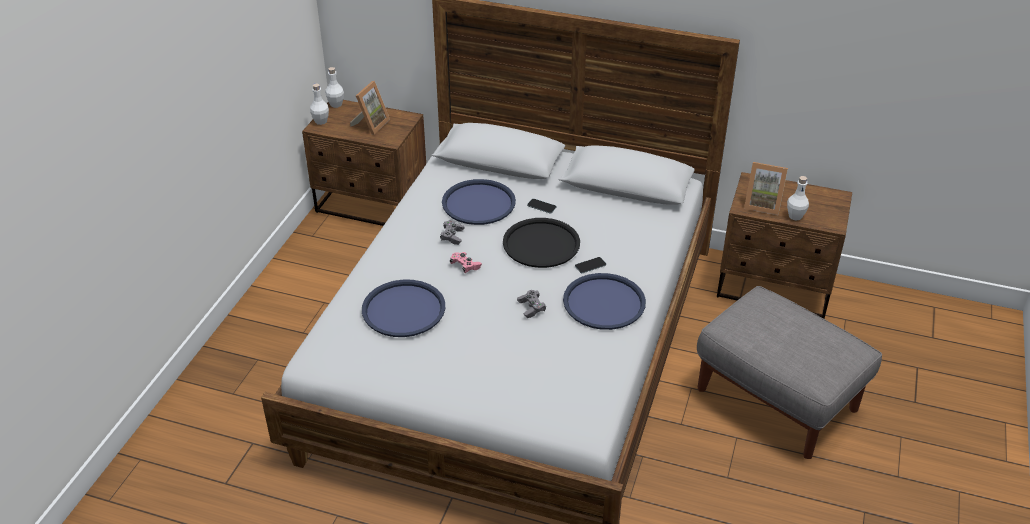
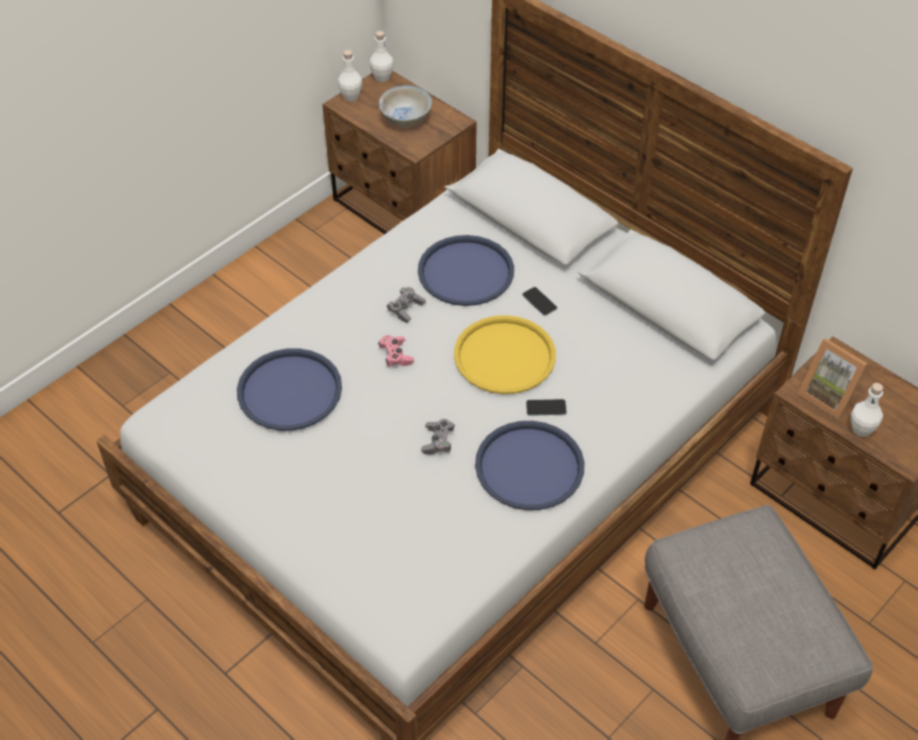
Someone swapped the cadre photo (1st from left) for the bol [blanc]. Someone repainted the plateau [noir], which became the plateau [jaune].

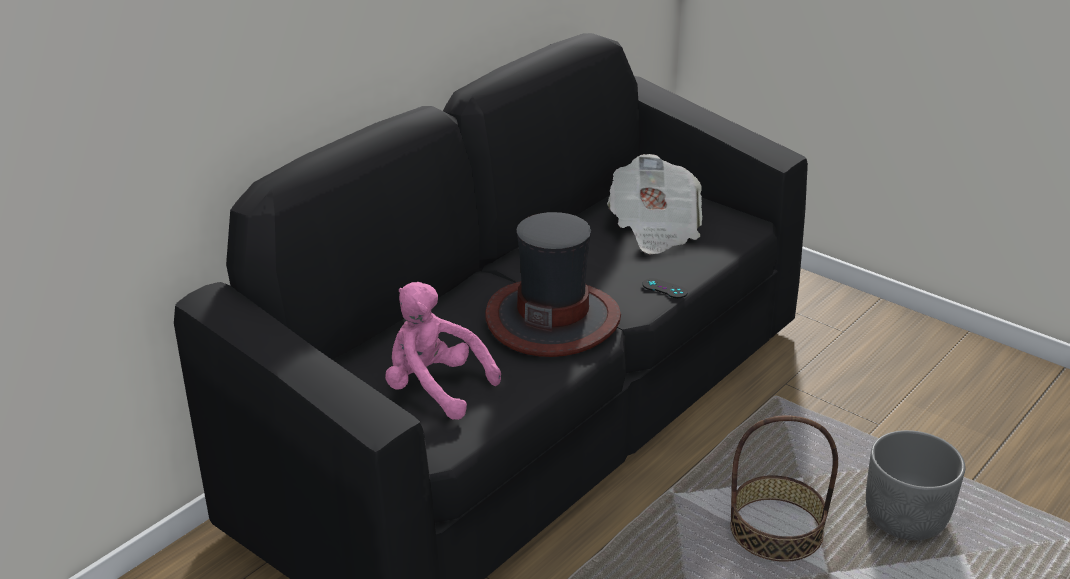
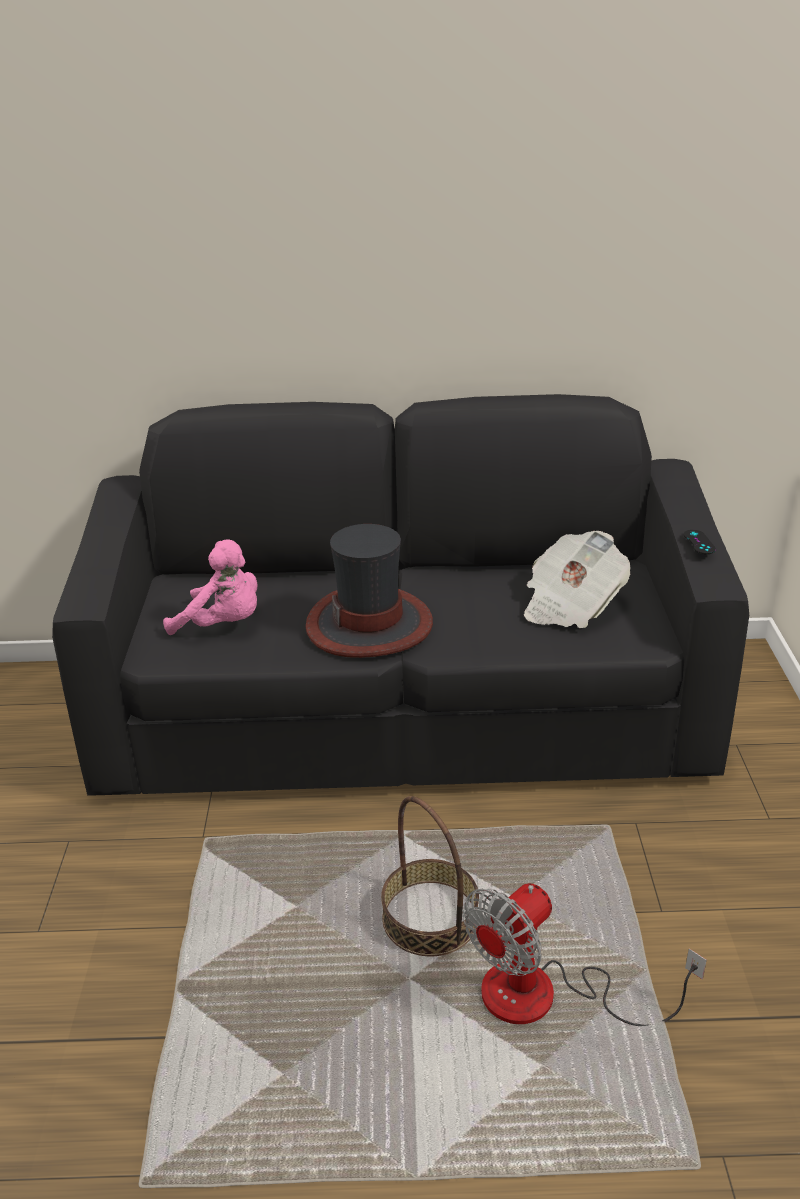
Someone carried the manette [noir]. Someone swapped the cache-pot [gris] for the ventilateur. Someone rotated the peluche [rose] by 120 degrees clockwise.

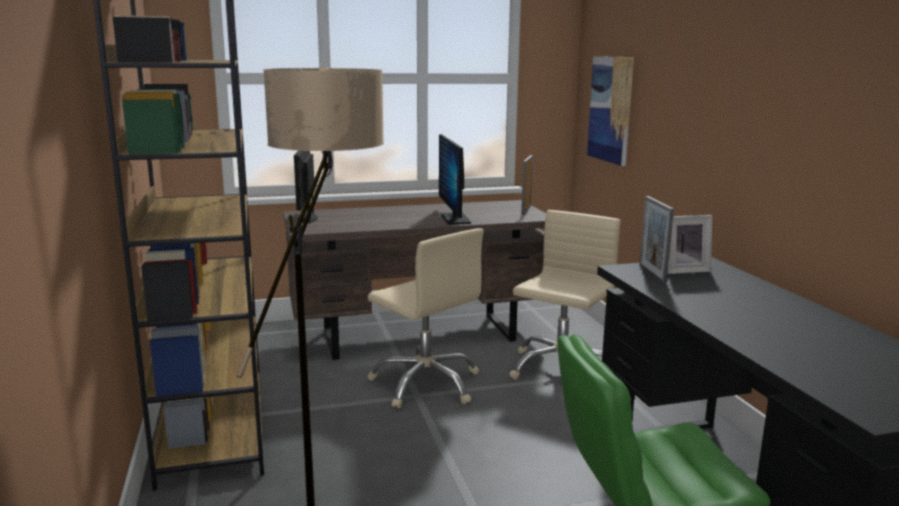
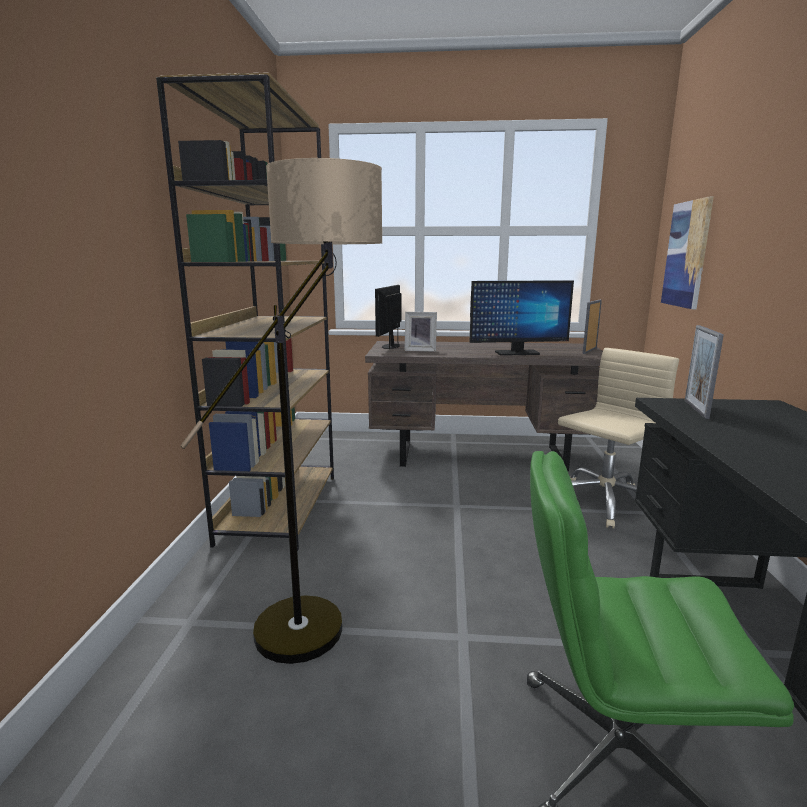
Someone took away the chaise de bureau [beige] (1st from left). Someone carried the cadre photo (3rd from left in the first image). Someone rotated the écran d'ordinateur (2nd from left) by 105 degrees counterclockwise.

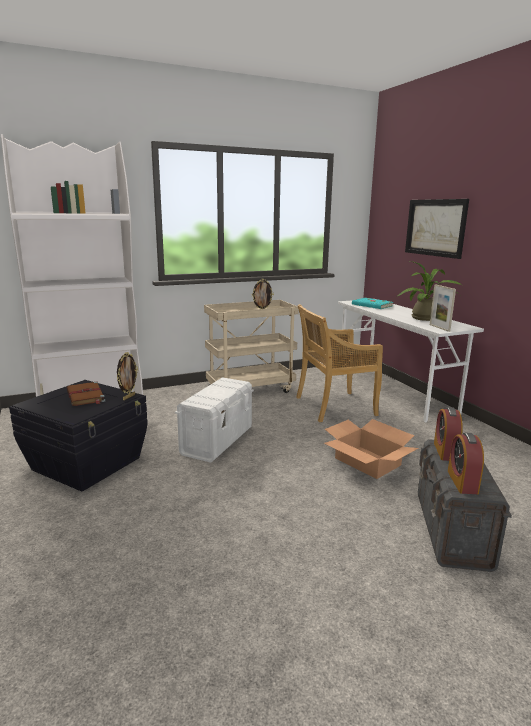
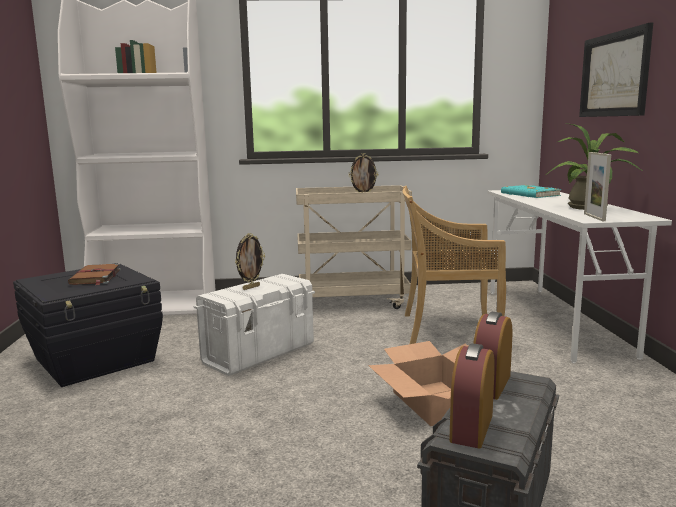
Someone carried the cadre photo (1st from left).

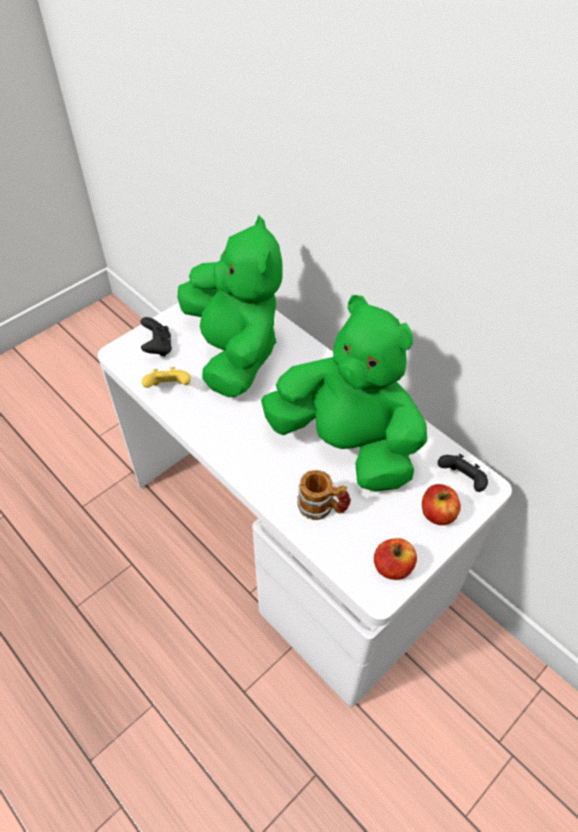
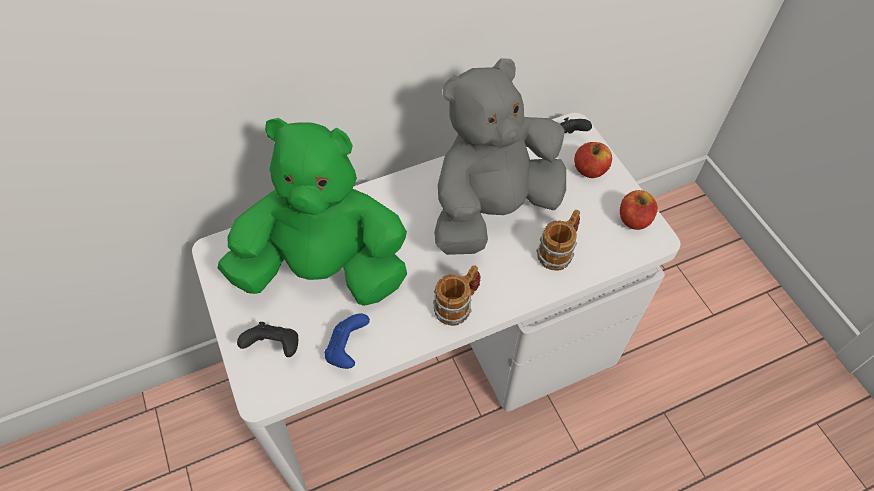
Someone put down the mug (1st from left). Someone repainted the manette [jaune], which became the manette [bleu]. Someone repainted the peluche [vert] (2nd from left), which became the peluche [gris].

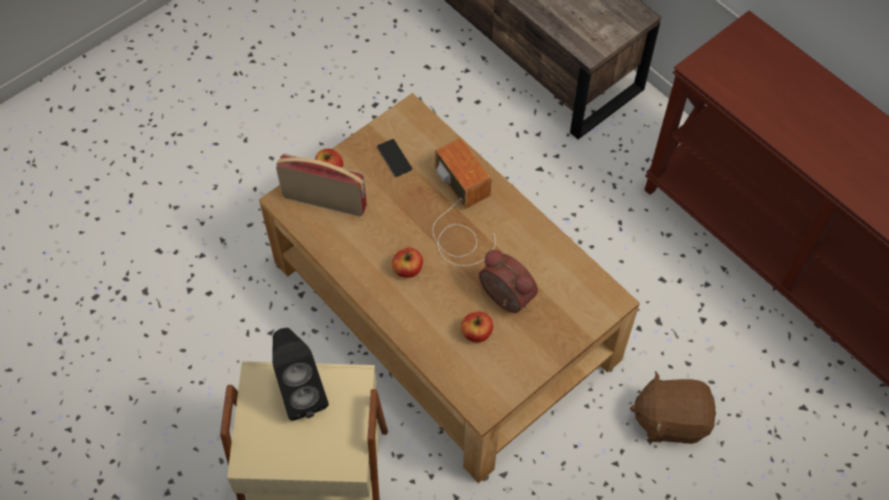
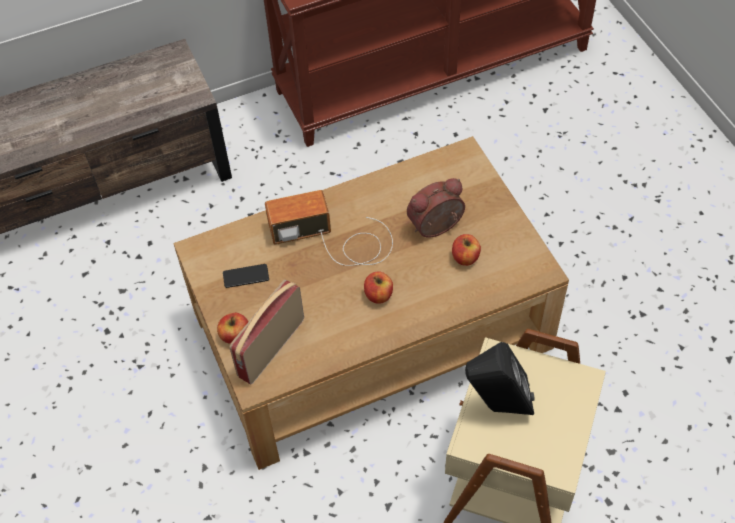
Someone took away the peluche [marron].

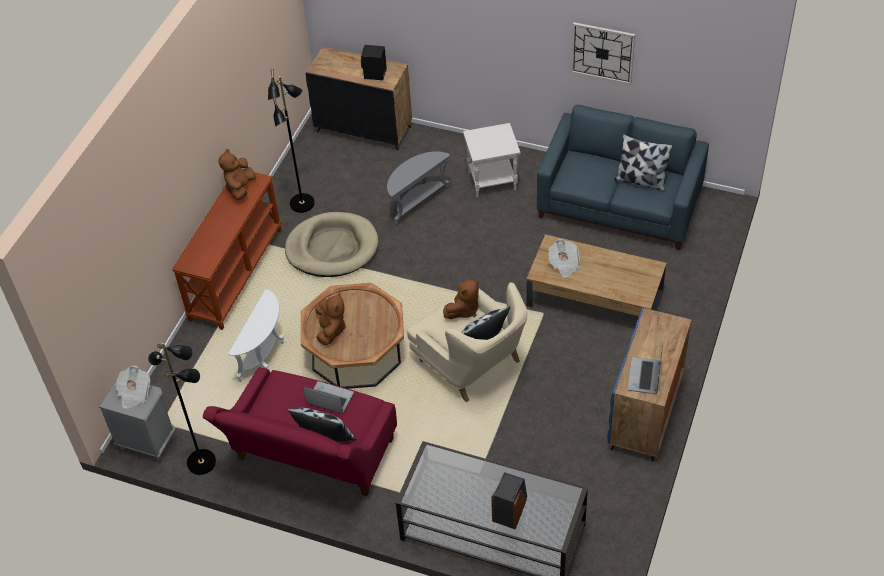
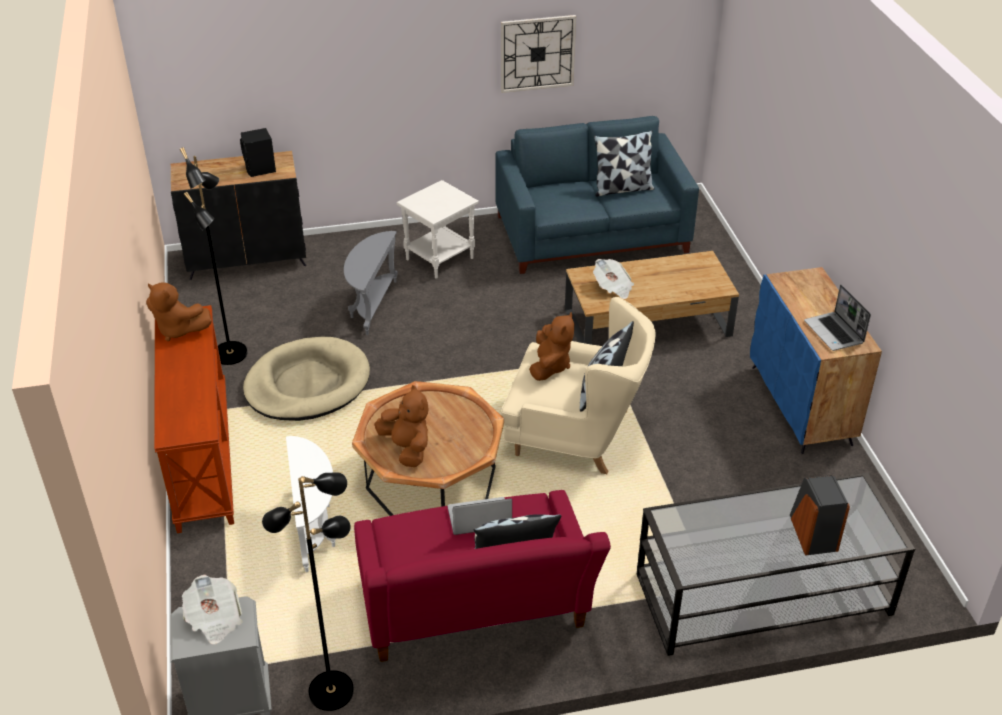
Someone rotated the peluche [marron] (1st from left) by 45 degrees counterclockwise.

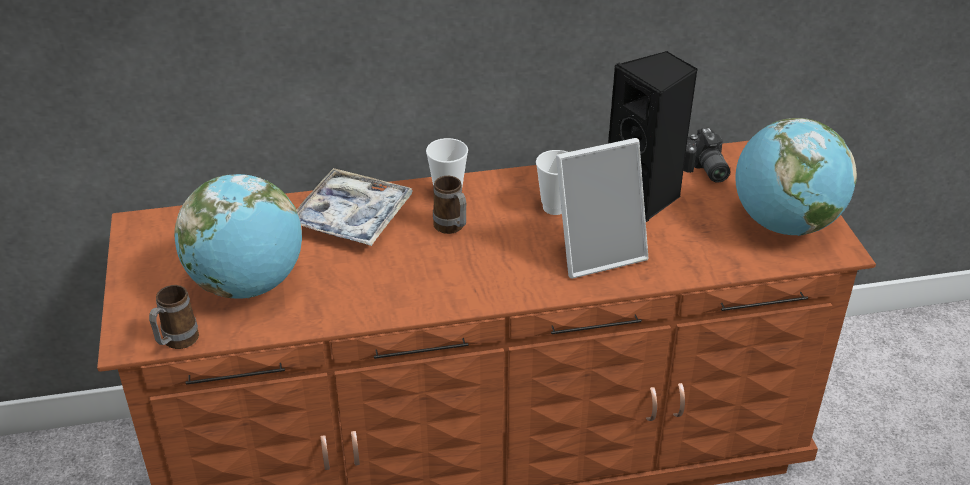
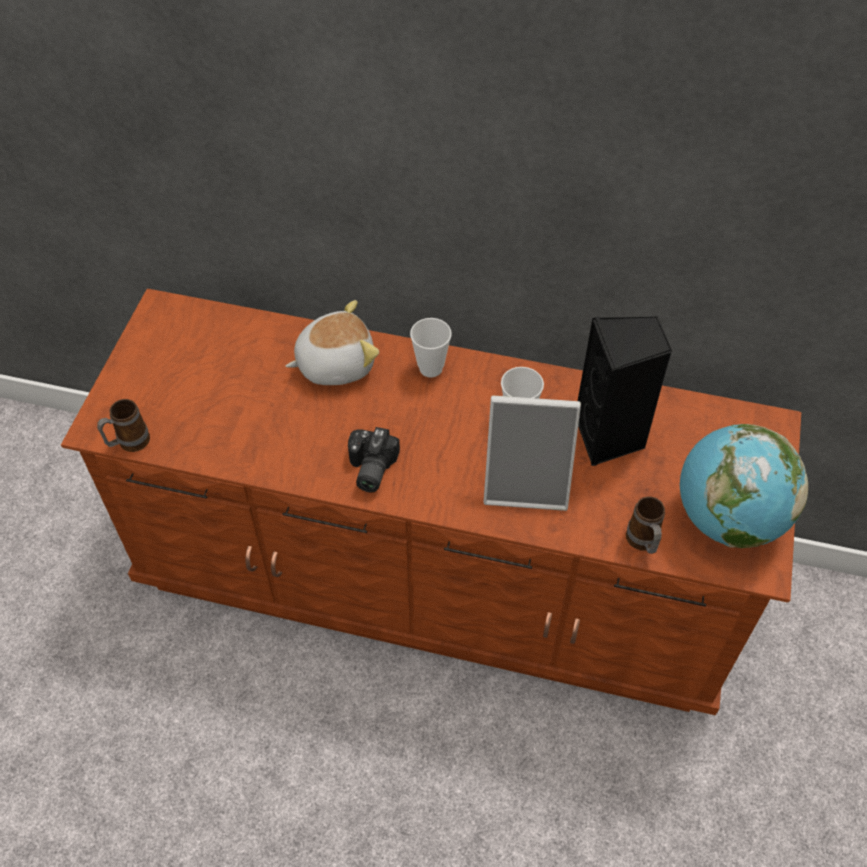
Someone took away the globe (1st from left). Someone carried the mug (2nd from left). Someone carried the appareil photo. Someone swapped the plateau for the peluche.

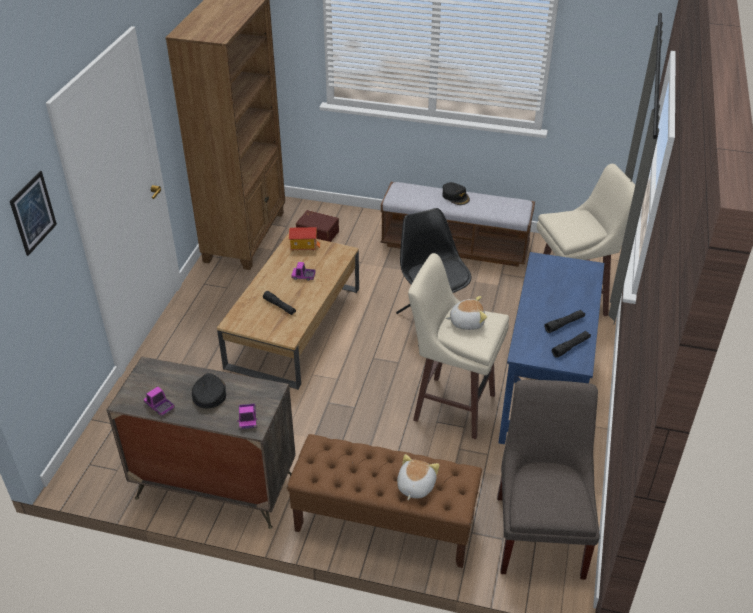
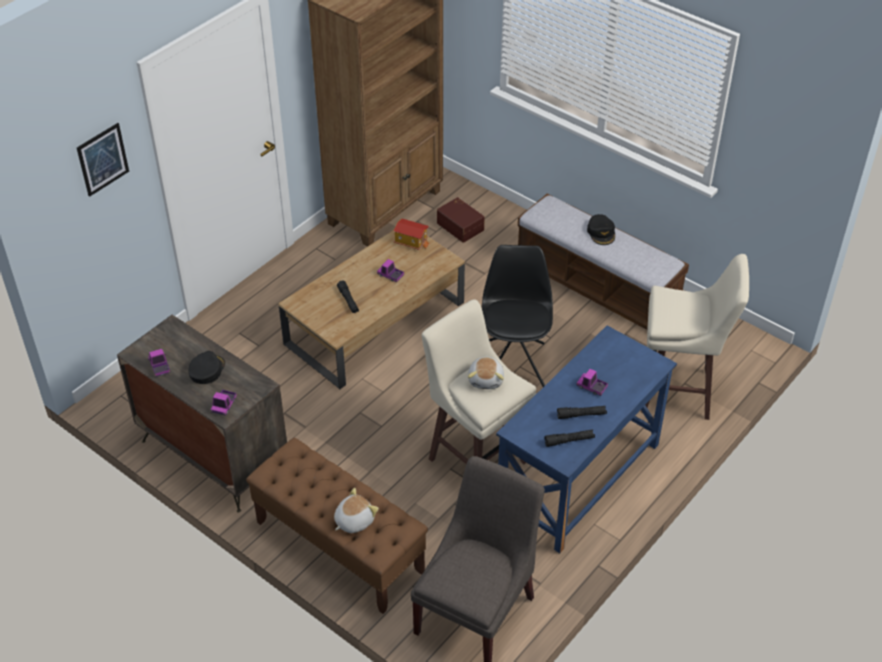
Someone put down the camion jouet (4th from left). Someone rotated the peluche (2nd from left) by 75 degrees clockwise.

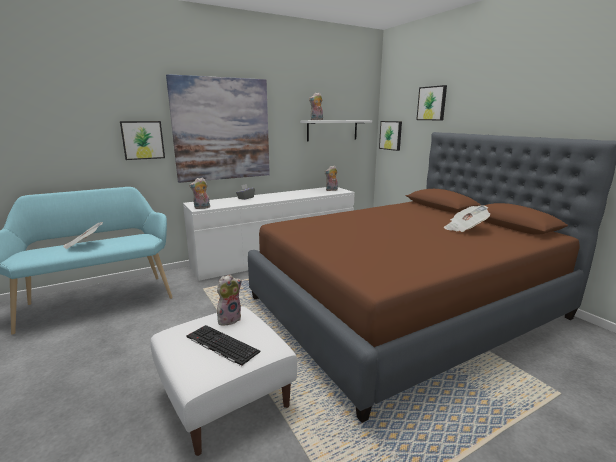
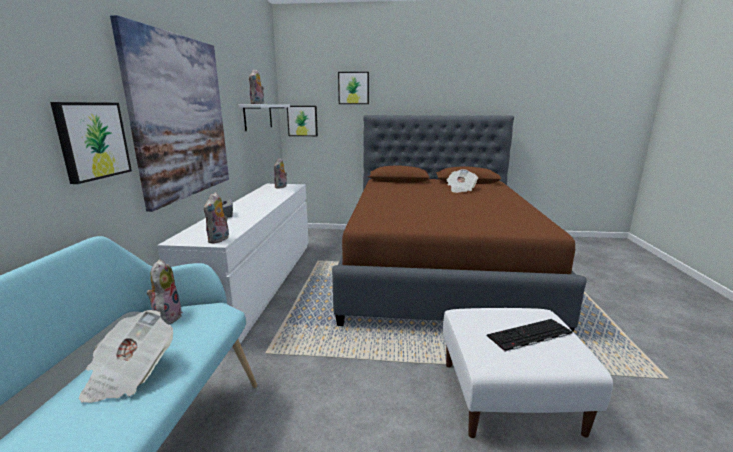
Someone carried the peluche (2nd from left in the first image).

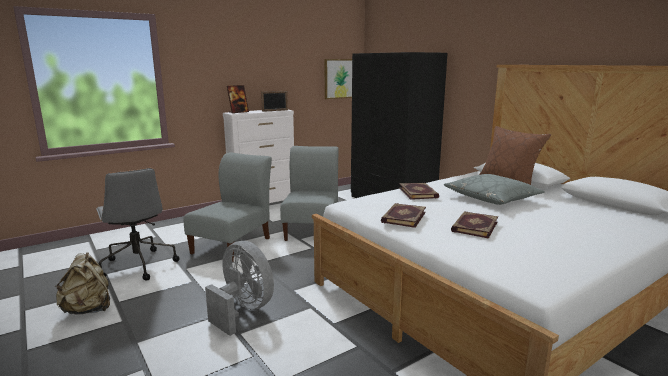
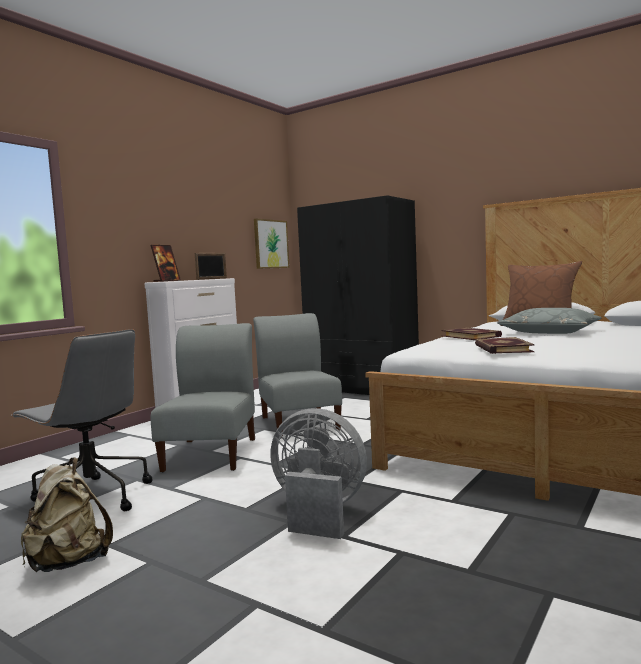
Someone took away the livre (3rd from left).

